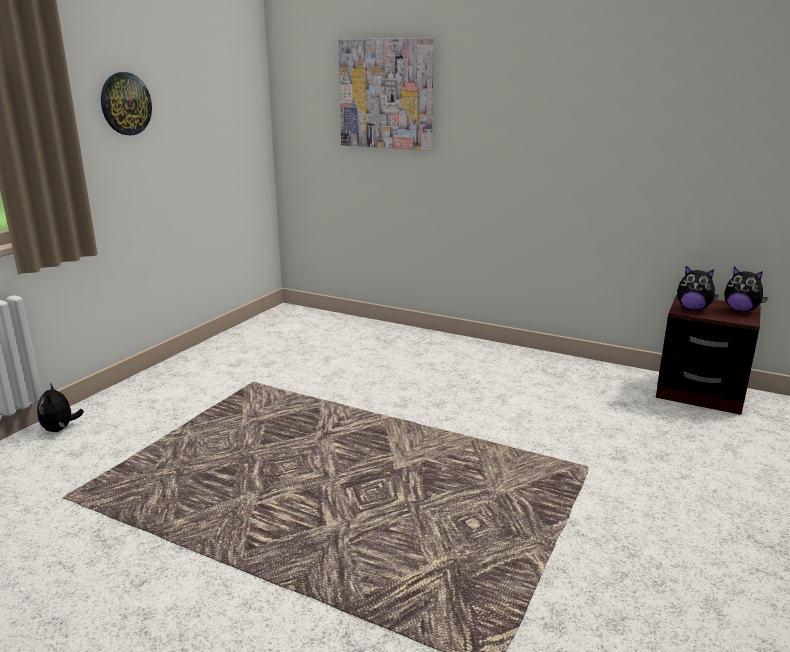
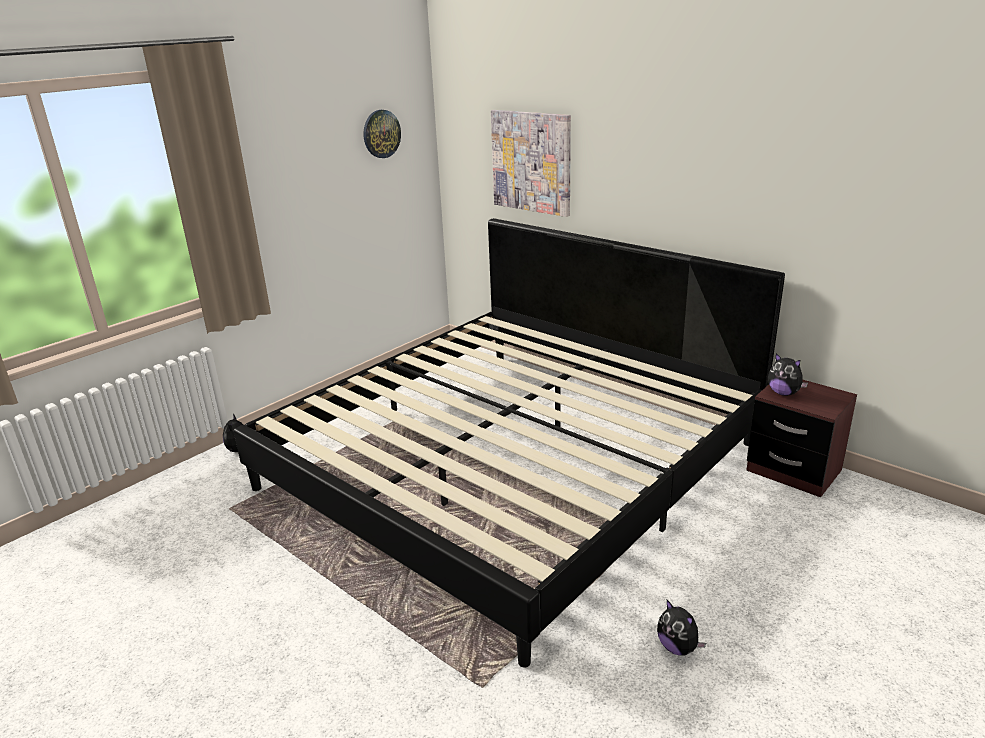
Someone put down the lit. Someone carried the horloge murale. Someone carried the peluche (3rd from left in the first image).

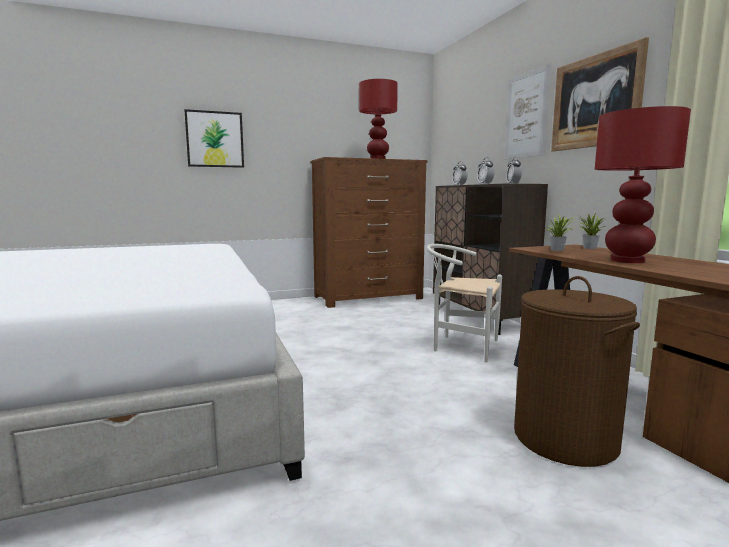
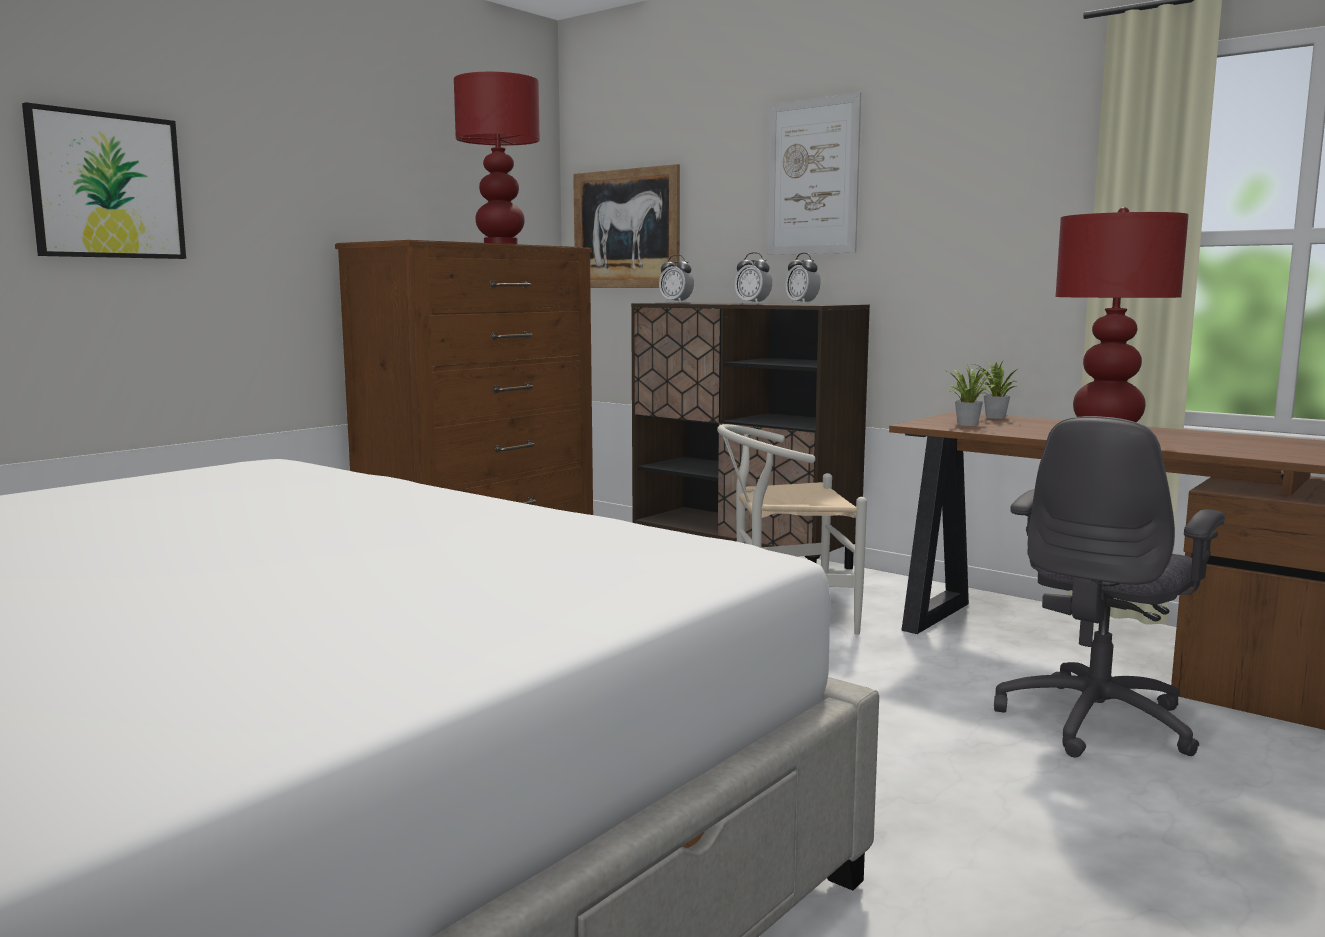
Someone carried the tableau (3rd from left in the first image). Someone swapped the panier à linge [marron] for the chaise de bureau [gris].

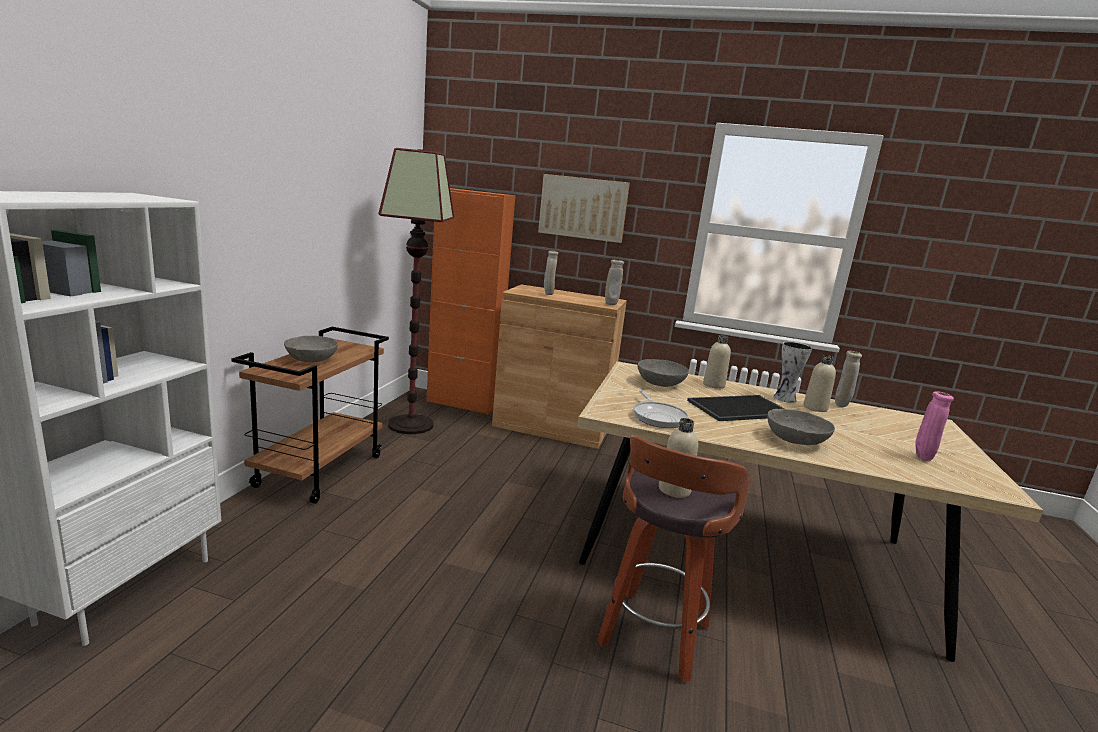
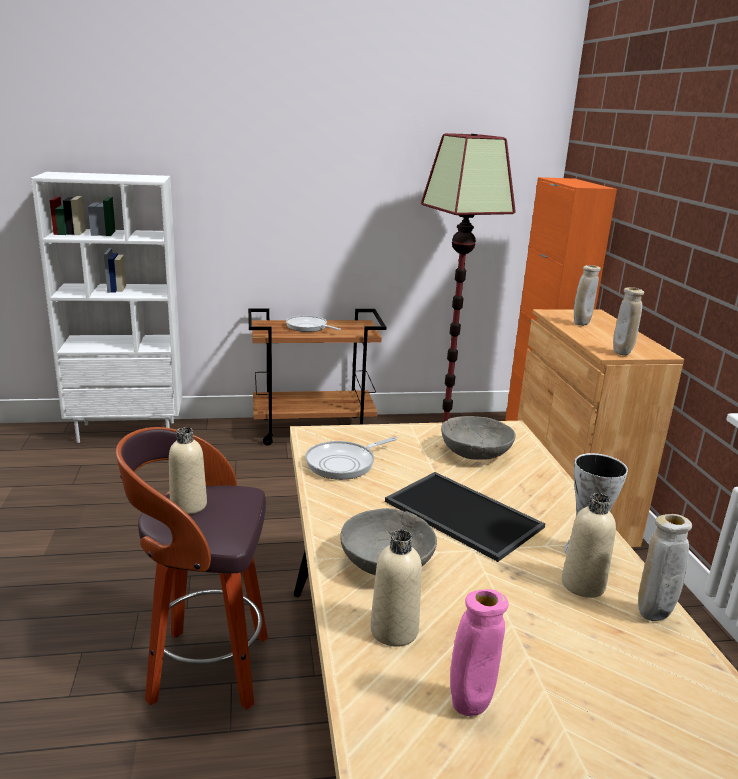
Someone took away the tableau. Someone carried the bouteille [beige] (2nd from left). Someone swapped the bol [gris] (1st from left) for the poêle (1st from left).

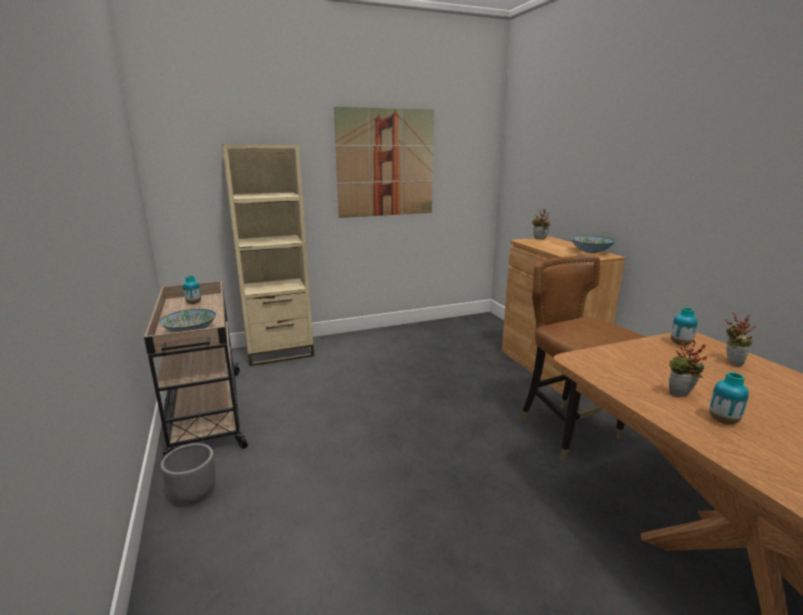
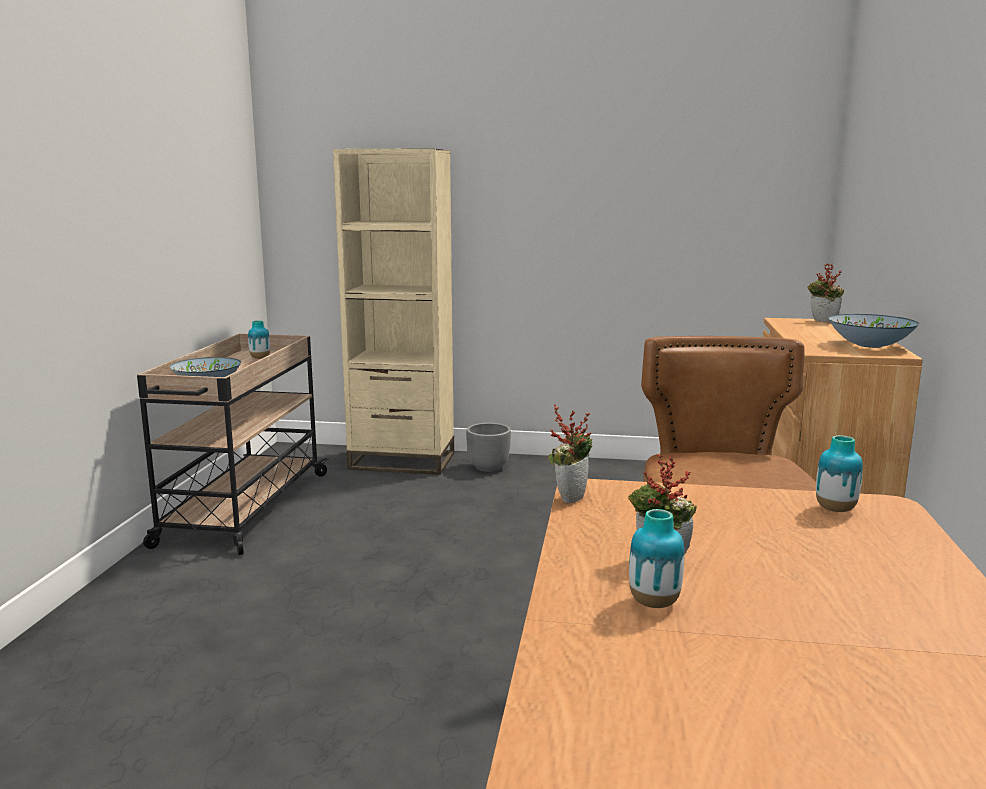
Someone took away the tableau. Someone carried the cache-pot [gris]. Someone carried the plante en pot (3rd from left in the first image).

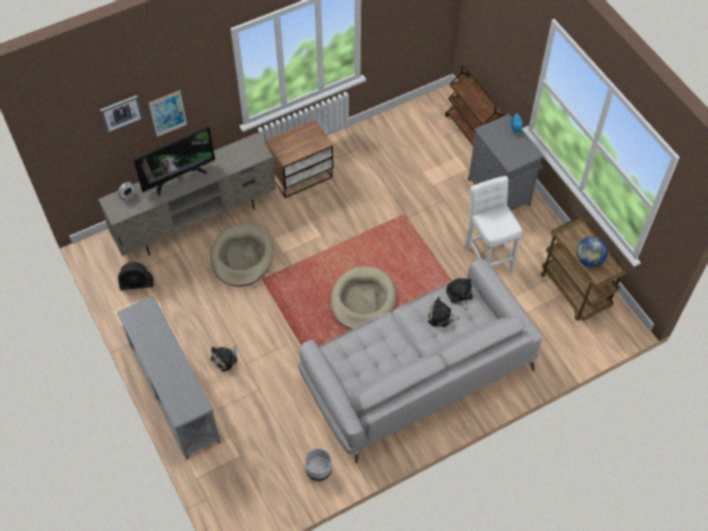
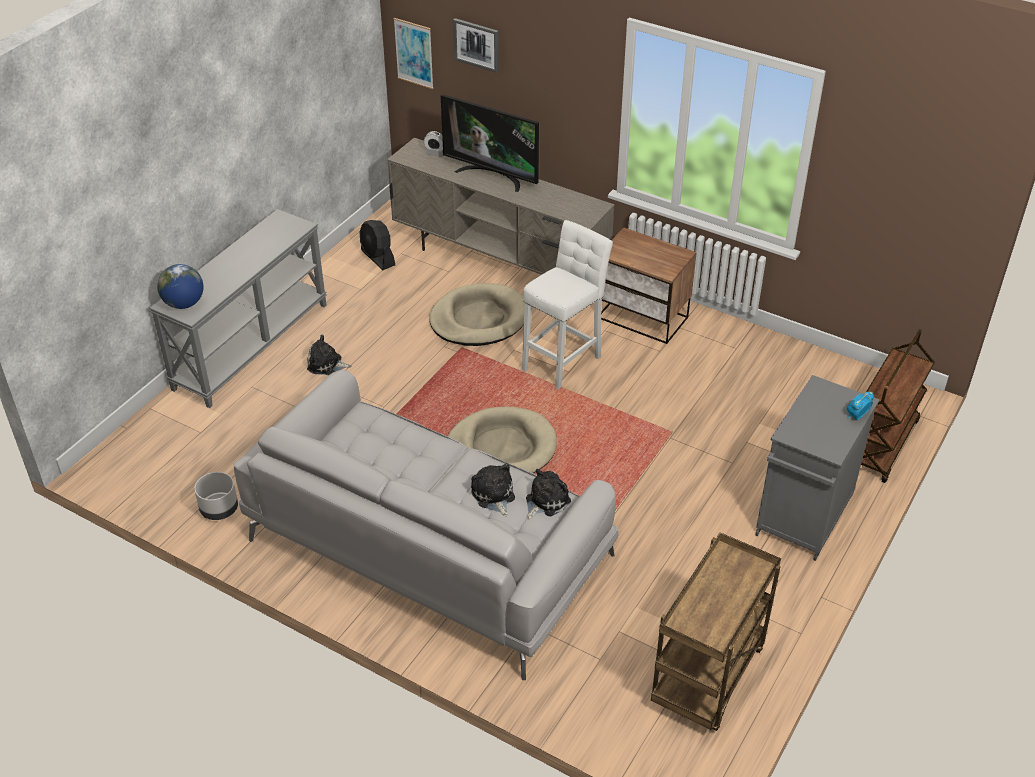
Someone carried the tableau (2nd from left in the first image). Someone carried the tabouret [blanc]. Someone carried the globe.

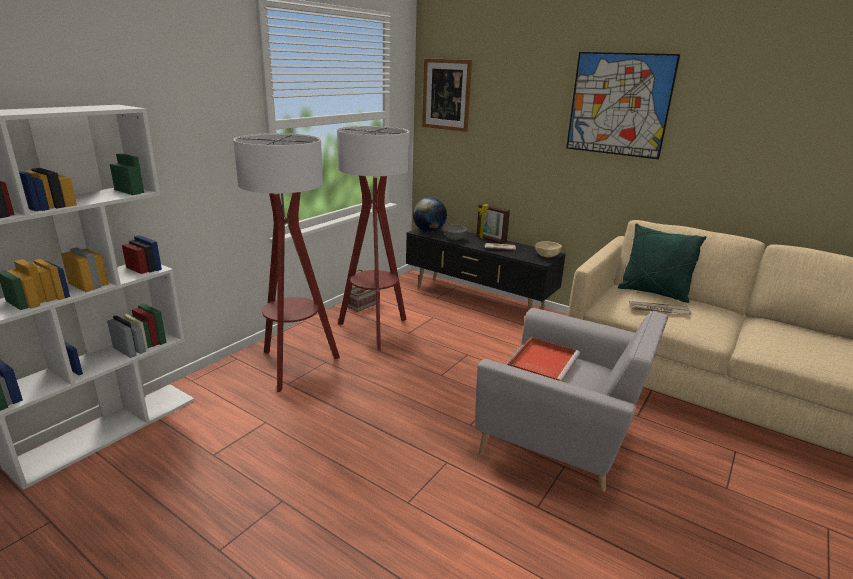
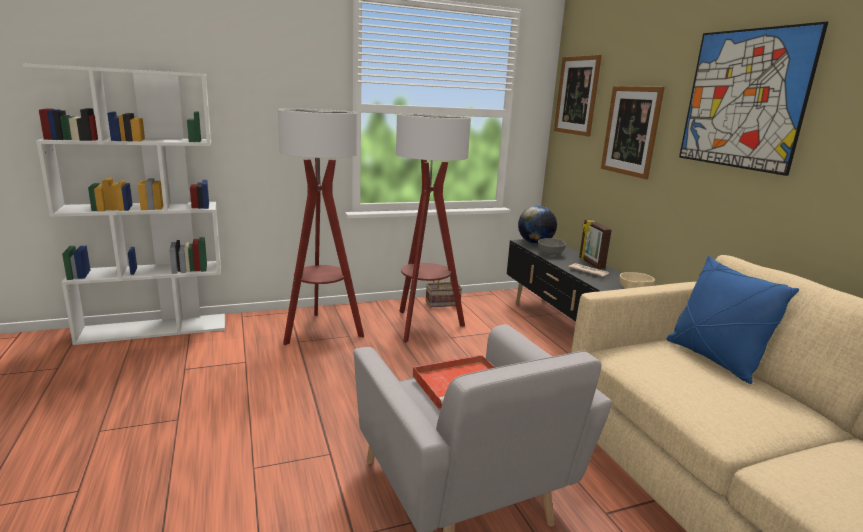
Someone took away the journal (2nd from left). Someone put up the tableau (2nd from left). Someone repainted the coussin [vert], which became the coussin [bleu].

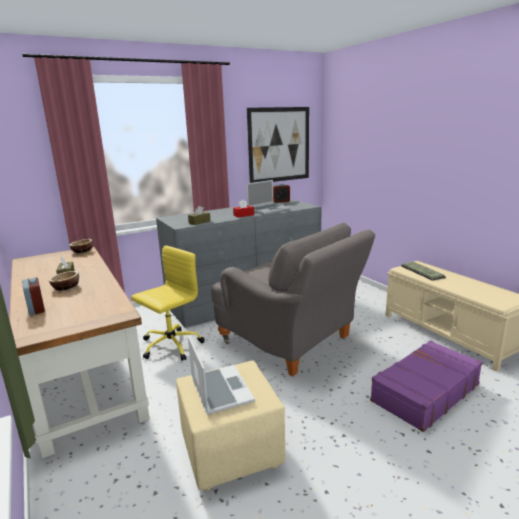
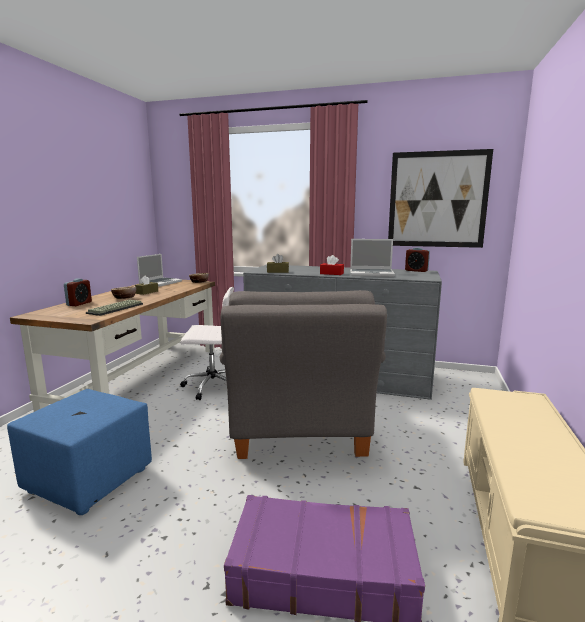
Someone carried the ordinateur portable (1st from left). Someone carried the clavier. Someone repainted the chaise de bureau [jaune], which became the chaise de bureau [blanc]. Someone repainted the pouf [beige], which became the pouf [bleu].

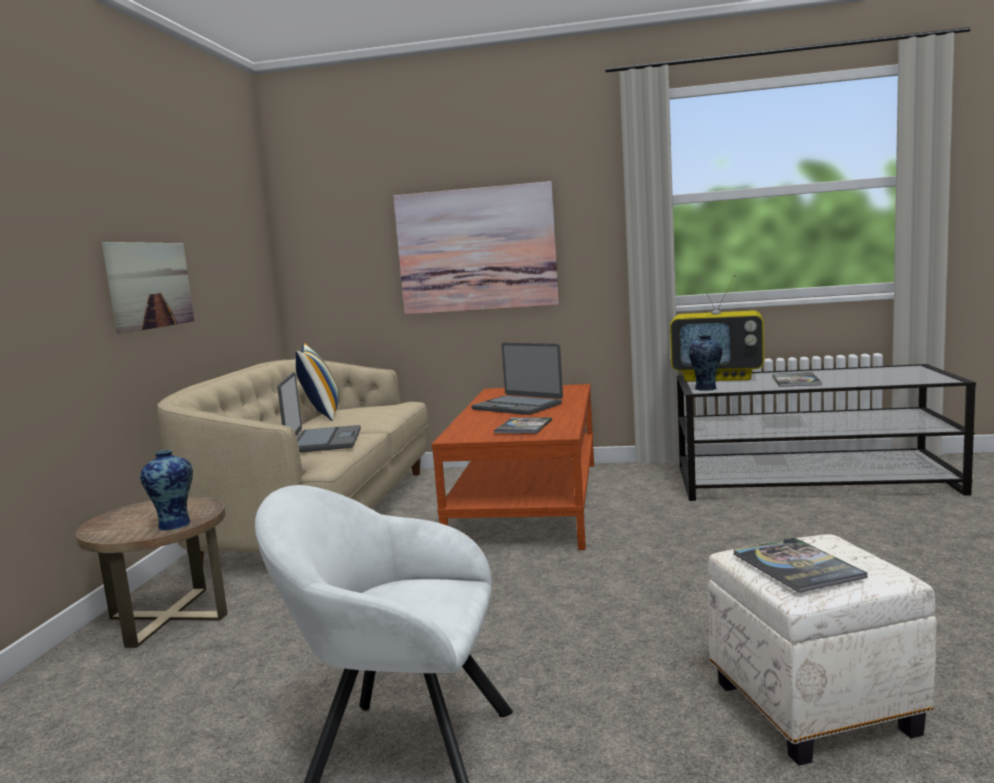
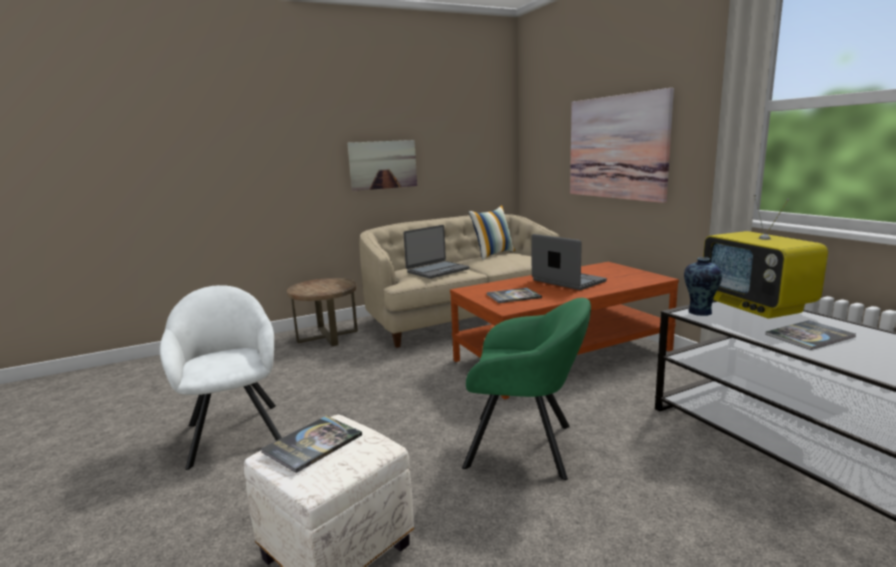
Someone took away the vase (1st from left). Someone put down the fauteuil [vert]. Someone rotated the ordinateur portable (2nd from left) by 135 degrees clockwise.

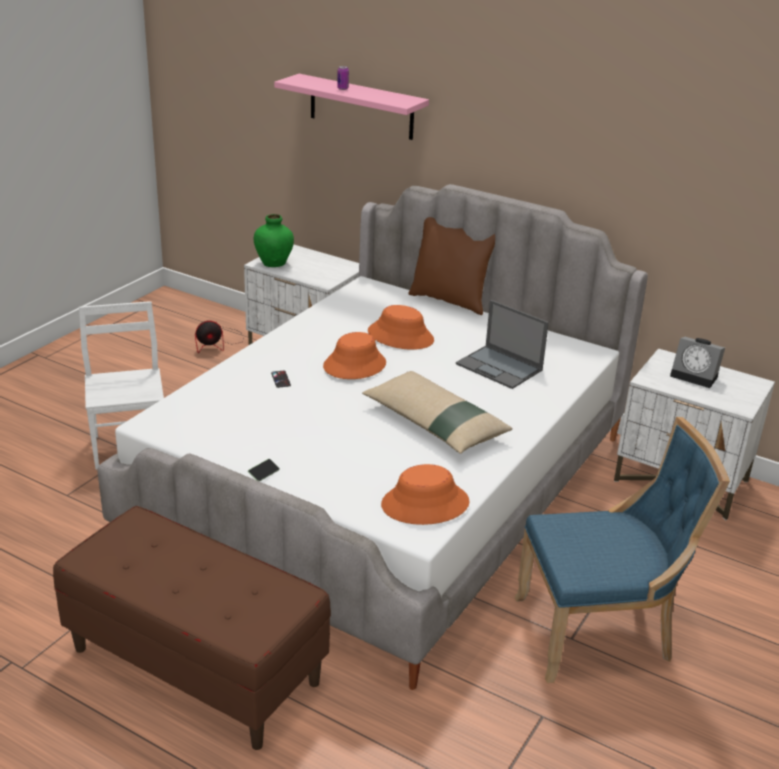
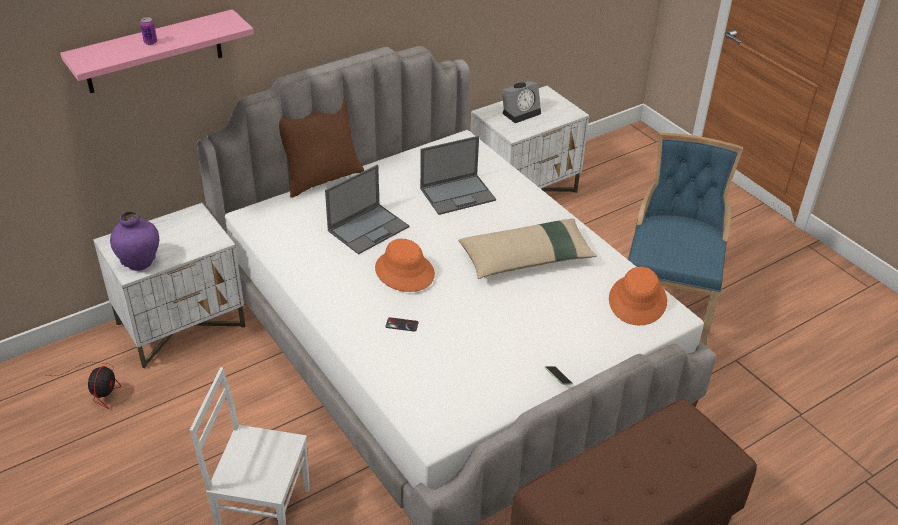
Someone swapped the chapeau [orange] (2nd from left) for the ordinateur portable (1st from left). Someone repainted the vase [vert], which became the vase [violet].

